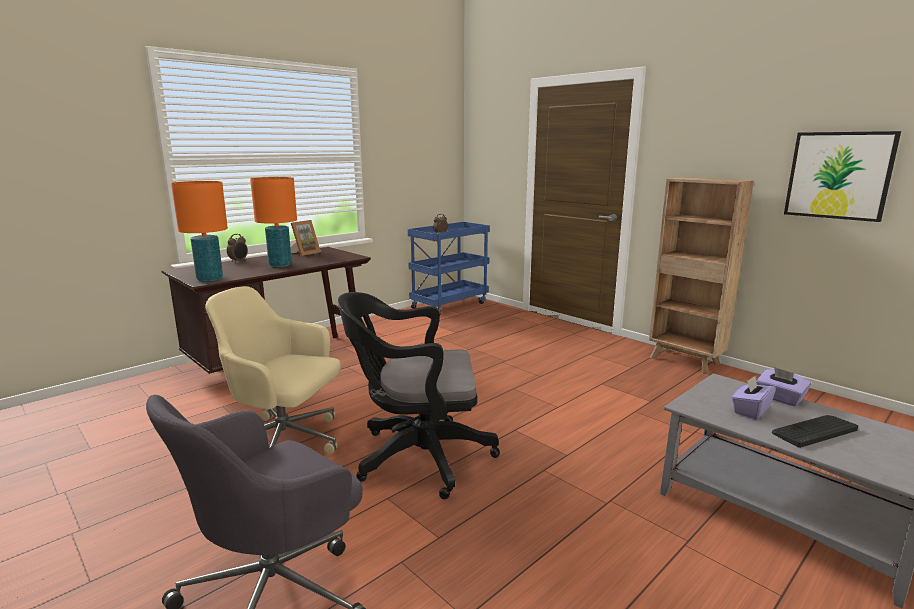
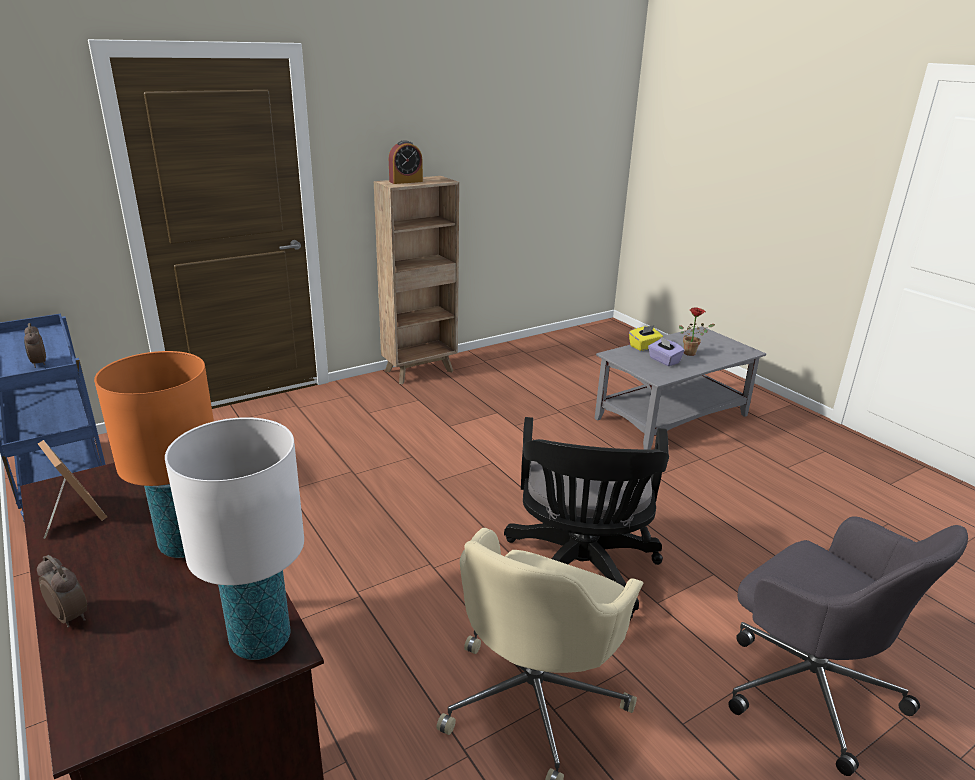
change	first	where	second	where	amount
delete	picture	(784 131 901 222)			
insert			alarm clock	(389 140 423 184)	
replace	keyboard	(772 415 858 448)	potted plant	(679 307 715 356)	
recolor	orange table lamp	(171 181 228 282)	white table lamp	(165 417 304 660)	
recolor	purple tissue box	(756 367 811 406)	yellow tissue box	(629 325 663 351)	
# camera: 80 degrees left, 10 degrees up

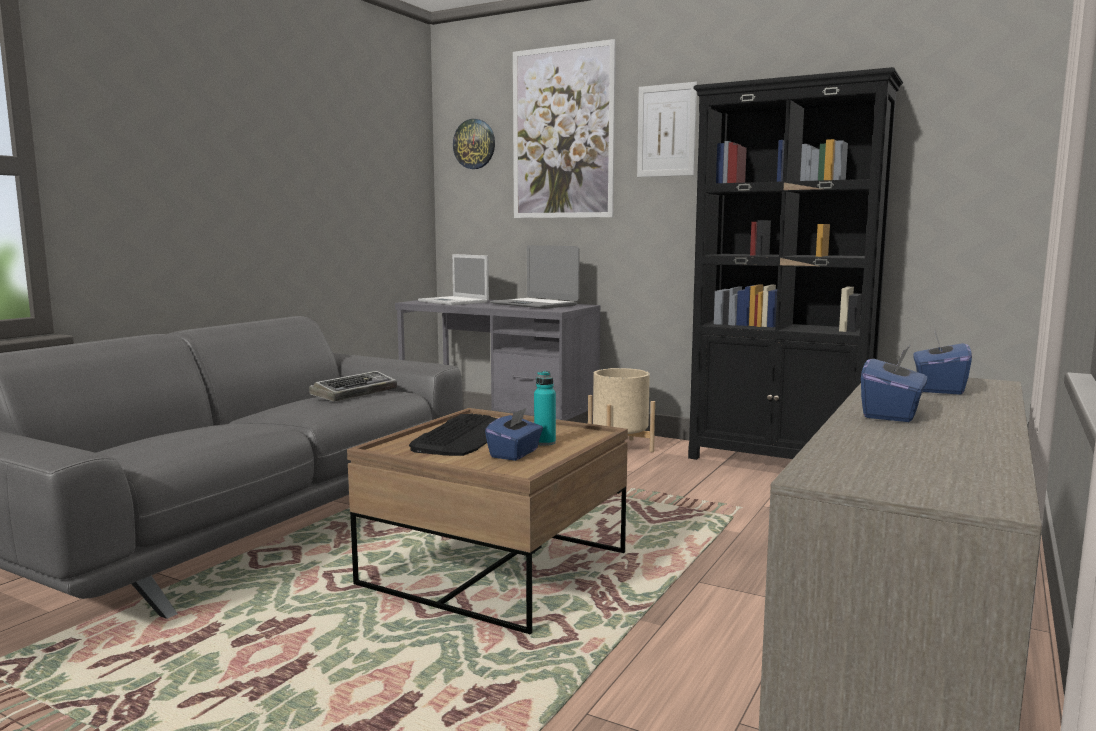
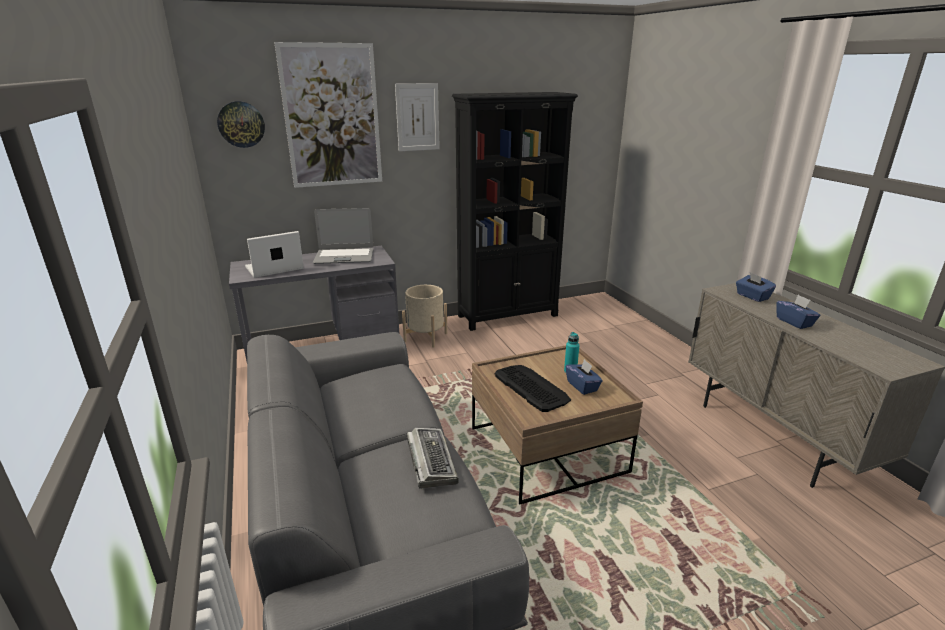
change	first	where	second	where	amount
move	keyboard	(309 371 397 402)		(407 428 459 489)	
rotate	laptop	(418 254 489 305)		(245 231 304 278)	150 degrees clockwise
# camera: 50 degrees left, 15 degrees up

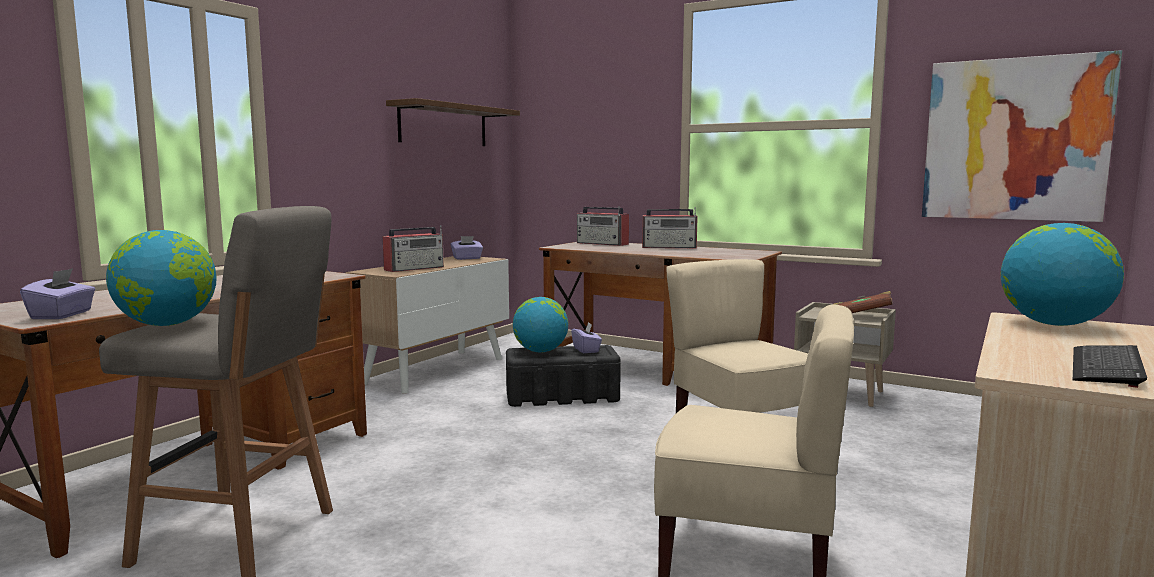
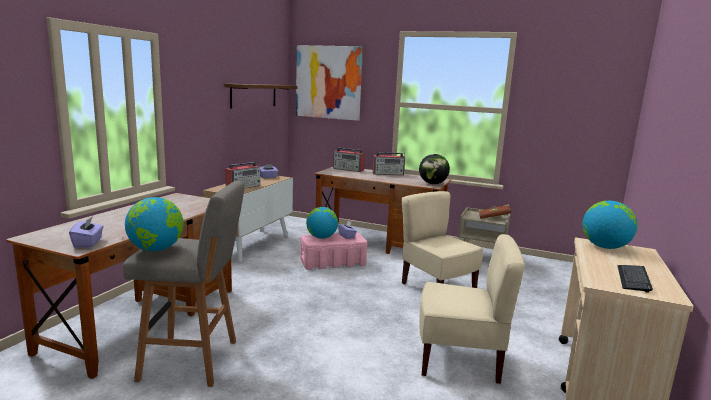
change	first	where	second	where	amount
insert			globe	(419 154 450 184)	
move	picture	(922 50 1122 222)		(296 45 363 121)	
recolor	black storage box	(506 345 621 407)	pink storage box	(300 232 367 270)	
# camera: 10 degrees left, 5 degrees up

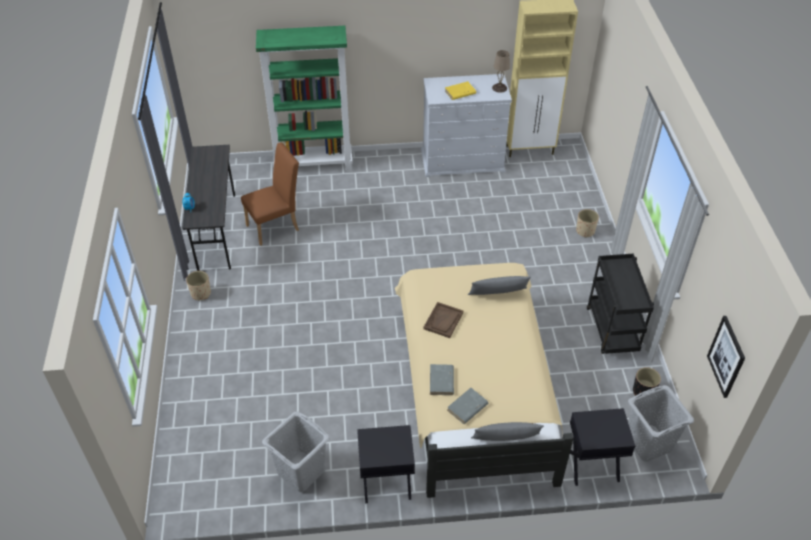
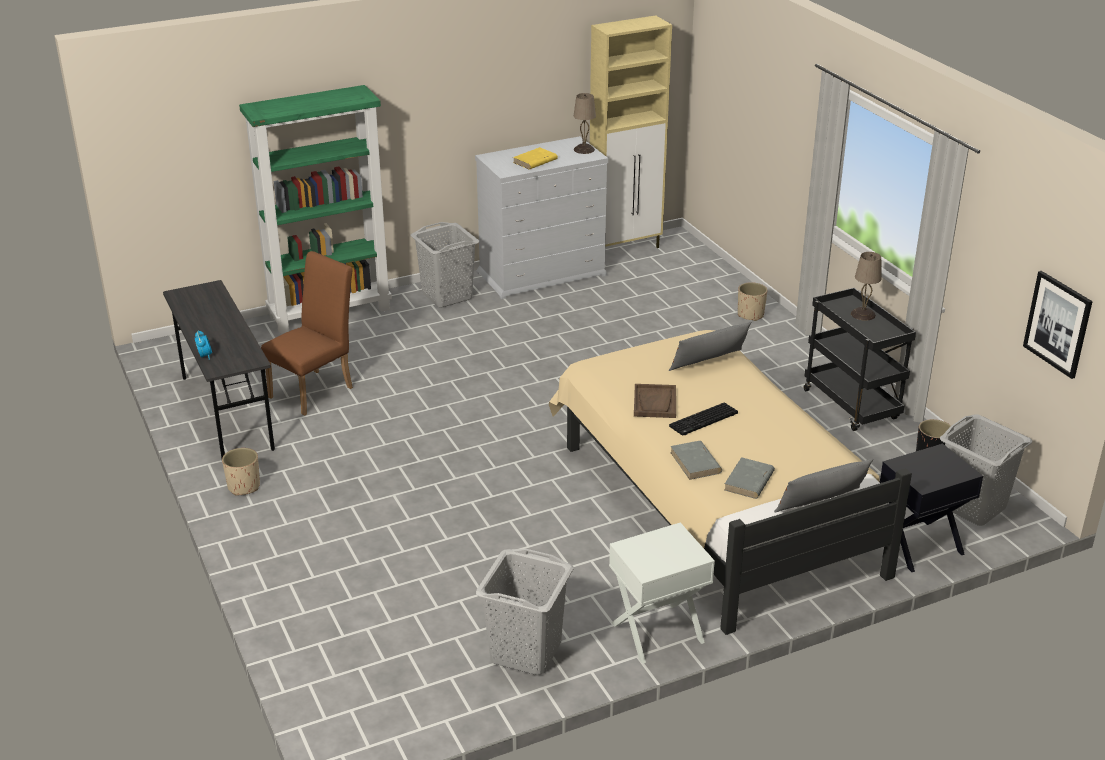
change	first	where	second	where	amount
insert			grey laundry basket	(411 222 479 308)	
insert			keyboard	(669 402 738 436)	
insert			beige table lamp	(851 252 881 321)	
recolor	black nightstand	(357 425 415 503)	white nightstand	(609 523 715 664)	
# camera: 20 degrees left, 15 degrees down

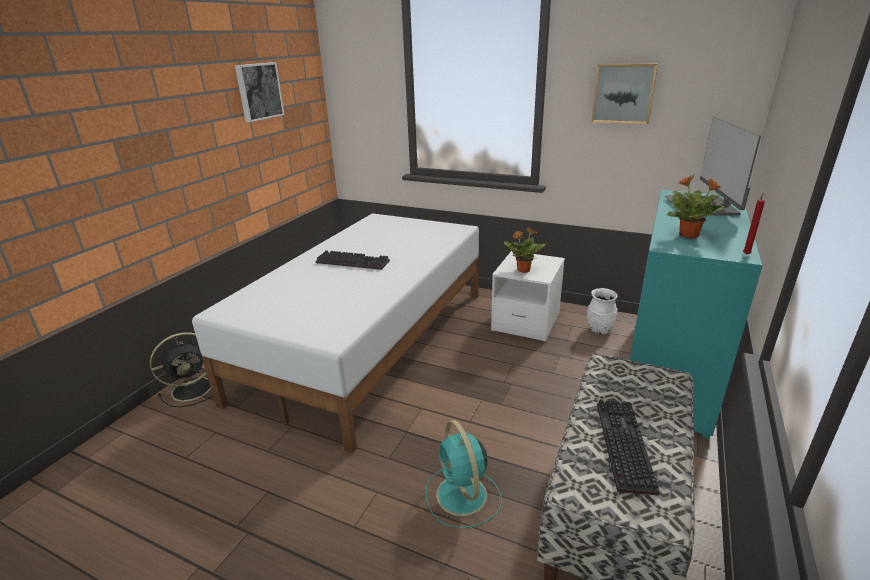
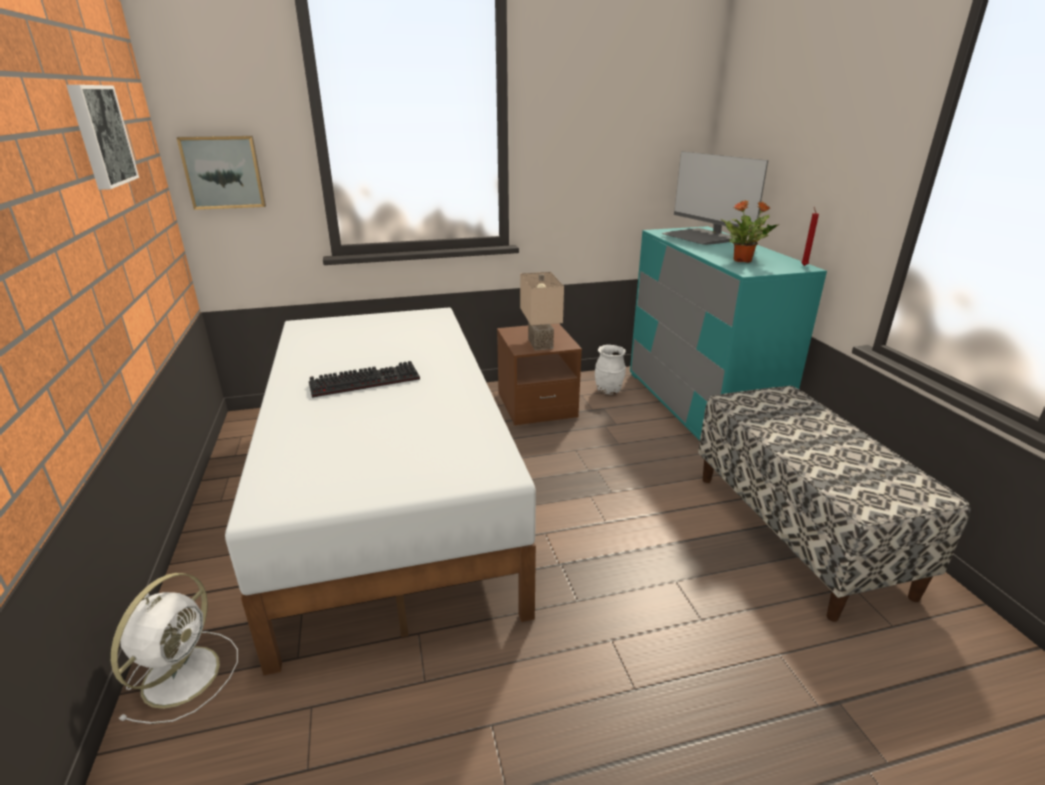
change	first	where	second	where	amount
delete	turquoise fan	(426 420 502 529)			
delete	keyboard	(597 400 660 496)			
move	picture	(591 63 658 124)		(176 136 266 210)	
replace	potted plant	(504 227 546 273)	beige table lamp	(520 272 564 350)	
recolor	black fan	(150 332 223 407)	white fan	(111 573 238 724)	
recolor	white nightstand	(491 251 565 341)	brown nightstand	(497 324 582 426)	
# camera: 40 degrees left, 0 degrees up

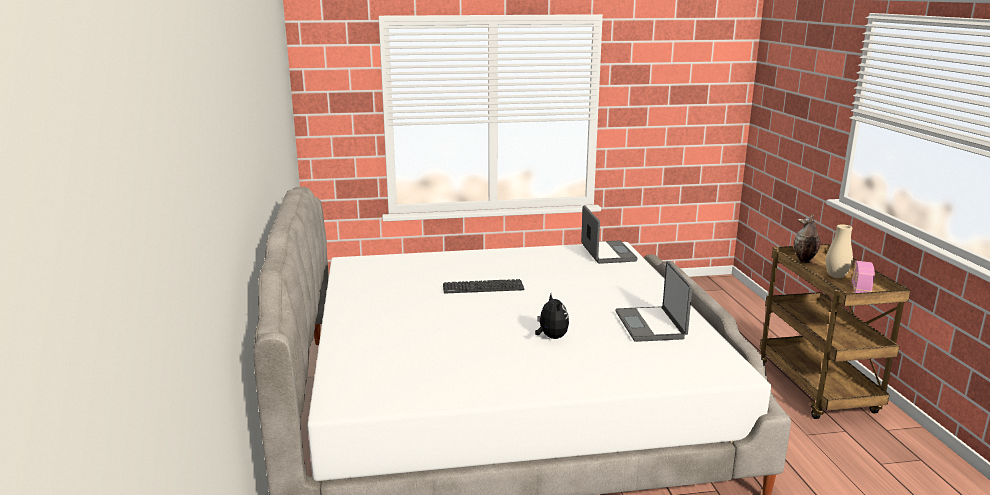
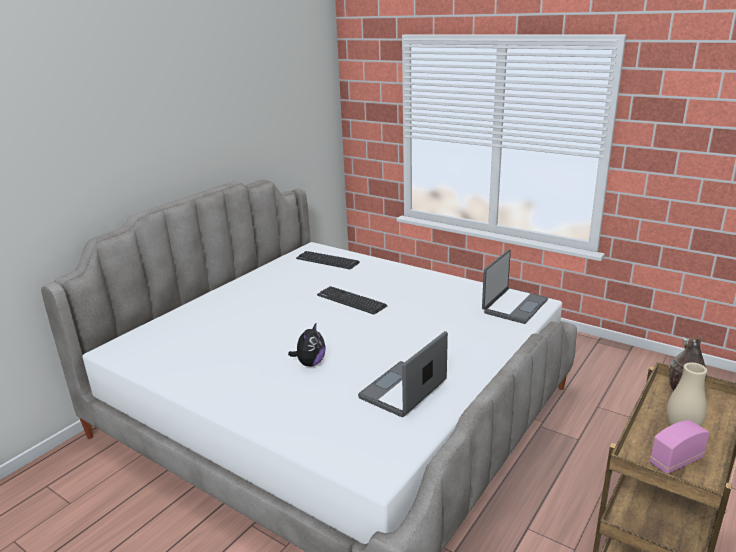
change	first	where	second	where	amount
insert			keyboard	(296 251 360 269)	
# camera: 45 degrees right, 5 degrees up

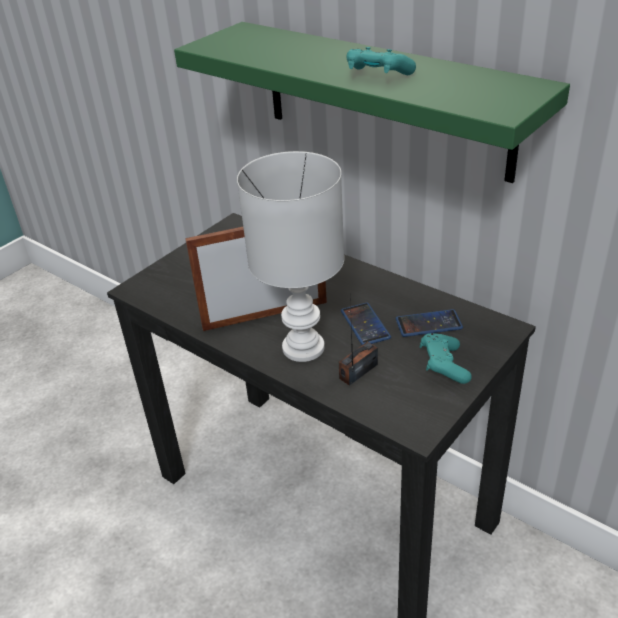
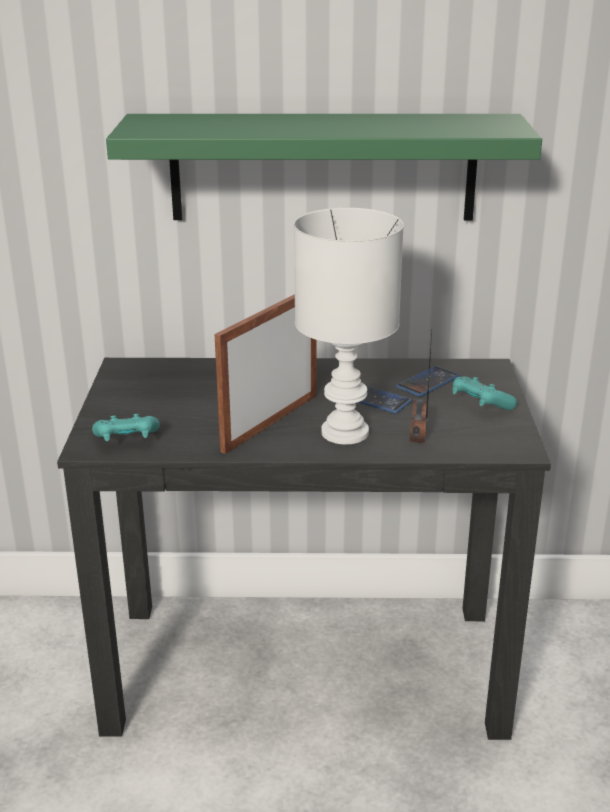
change	first	where	second	where	amount
move	turquoise game controller	(347 47 416 75)		(92 414 160 441)	
# camera: 40 degrees left, 10 degrees down

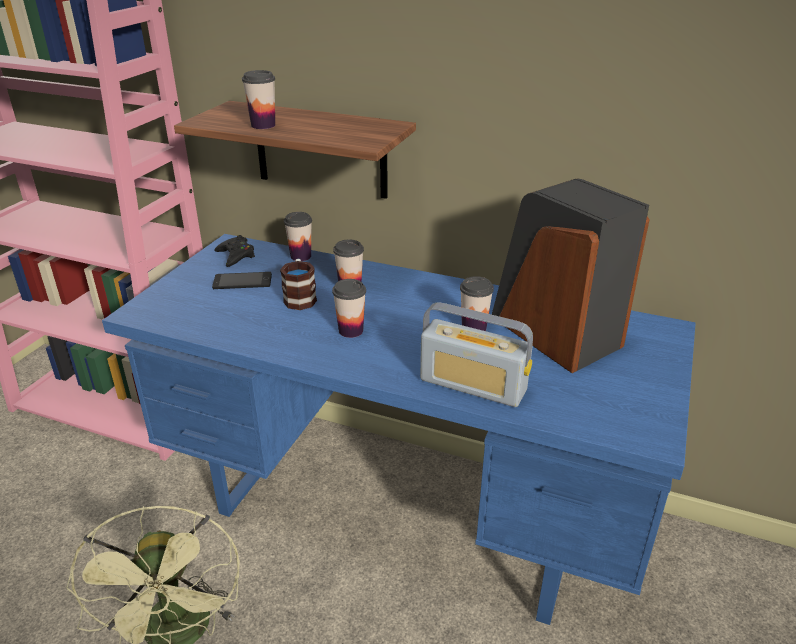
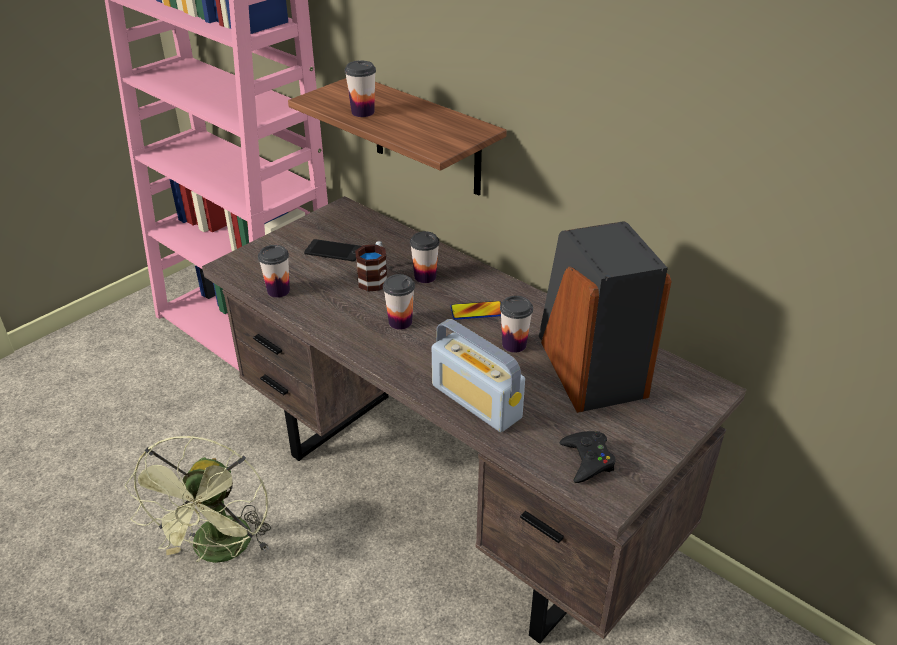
change	first	where	second	where	amount
insert			phone	(451 301 502 320)	
move	black game controller	(214 235 255 267)		(560 431 616 483)	
move	cup	(284 212 312 261)		(258 245 290 298)	
recolor	blue desk	(102 234 696 625)	brown desk	(202 196 746 644)	
# camera: 20 degrees right, 5 degrees up

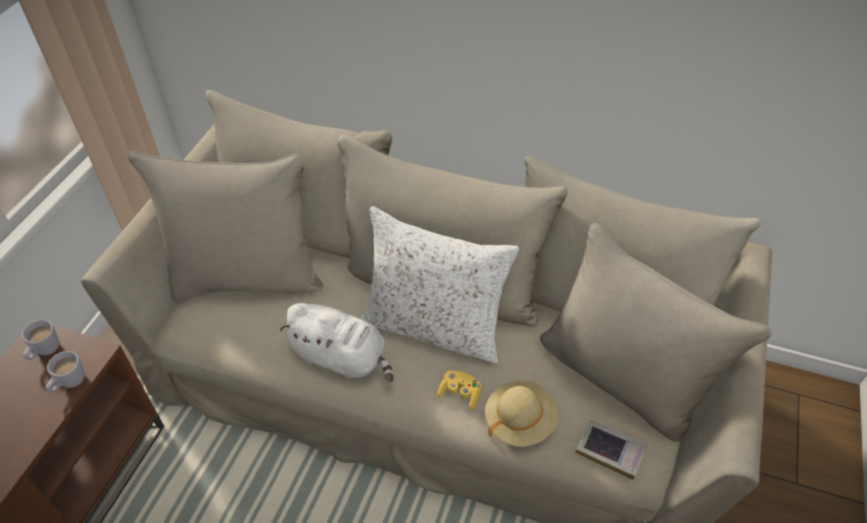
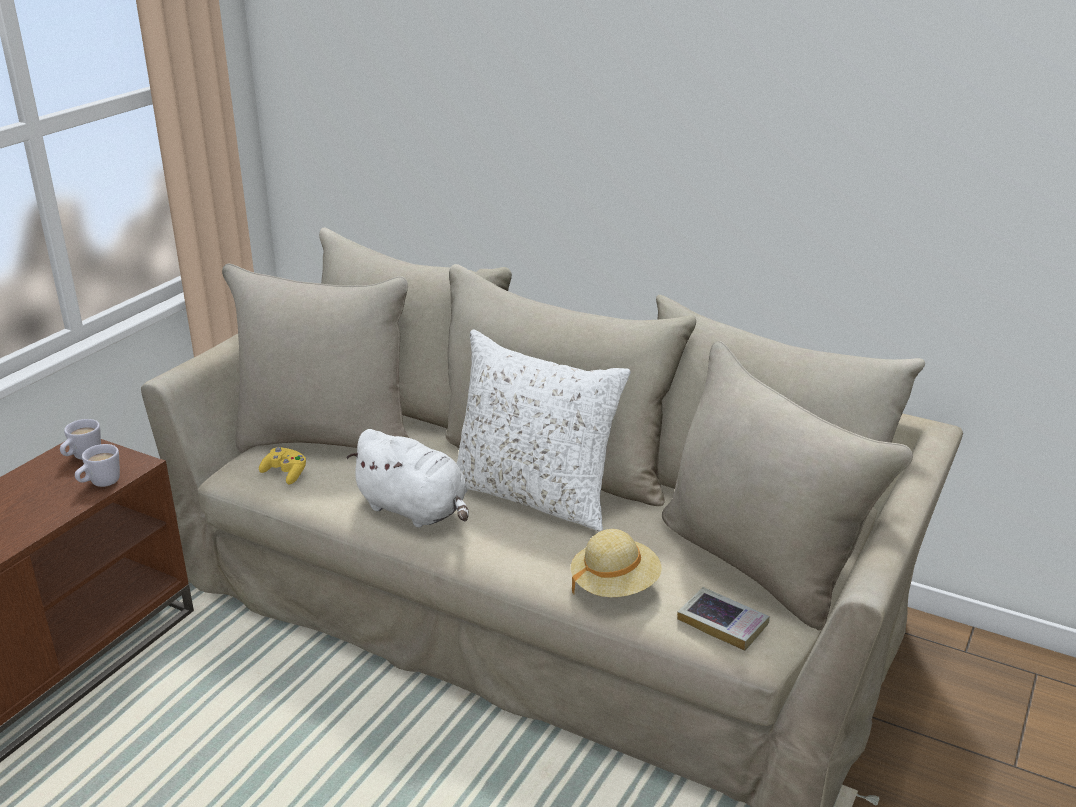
change	first	where	second	where	amount
move	yellow game controller	(437 371 481 410)		(259 447 306 484)	
# camera: 10 degrees right, 20 degrees down

